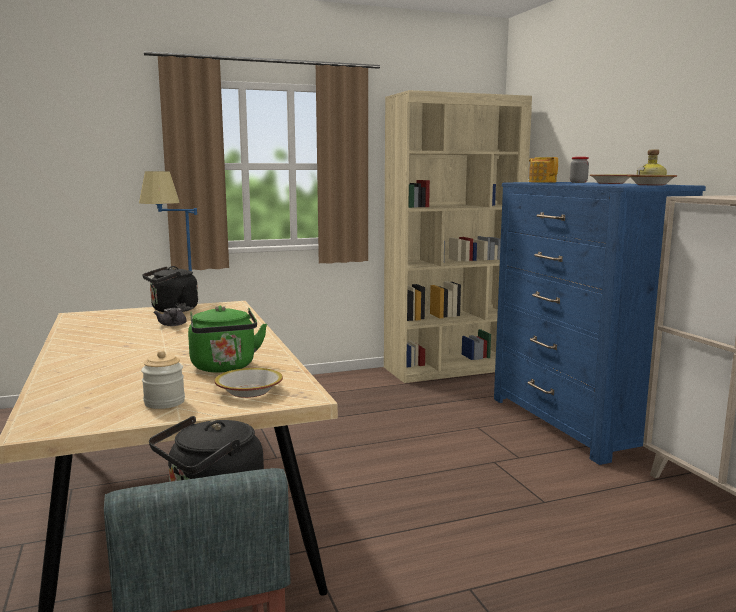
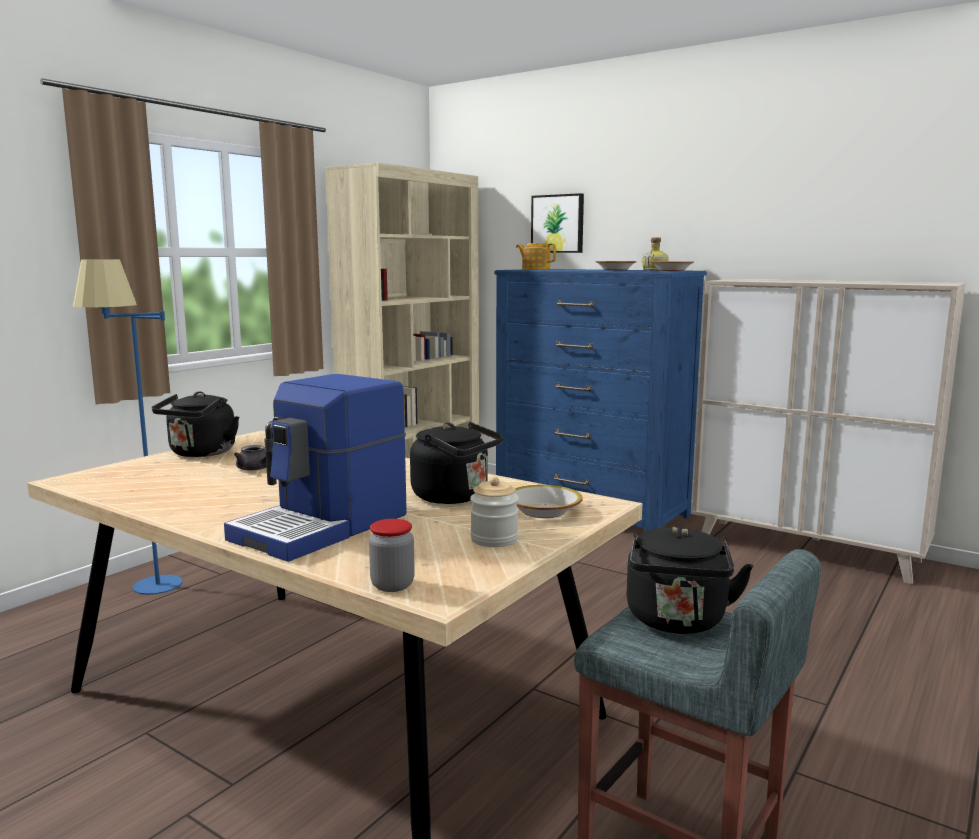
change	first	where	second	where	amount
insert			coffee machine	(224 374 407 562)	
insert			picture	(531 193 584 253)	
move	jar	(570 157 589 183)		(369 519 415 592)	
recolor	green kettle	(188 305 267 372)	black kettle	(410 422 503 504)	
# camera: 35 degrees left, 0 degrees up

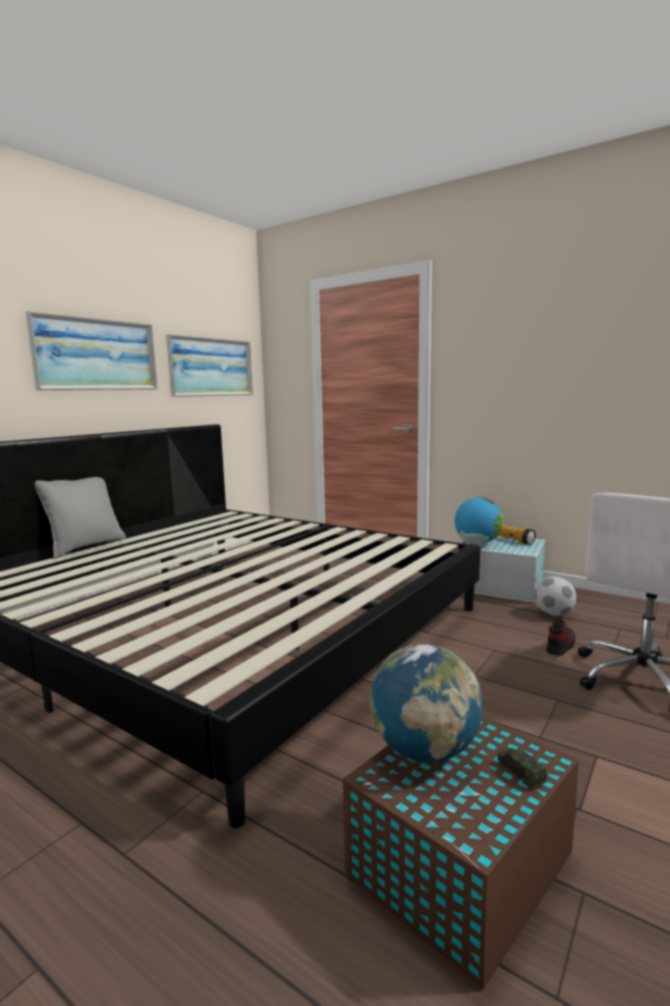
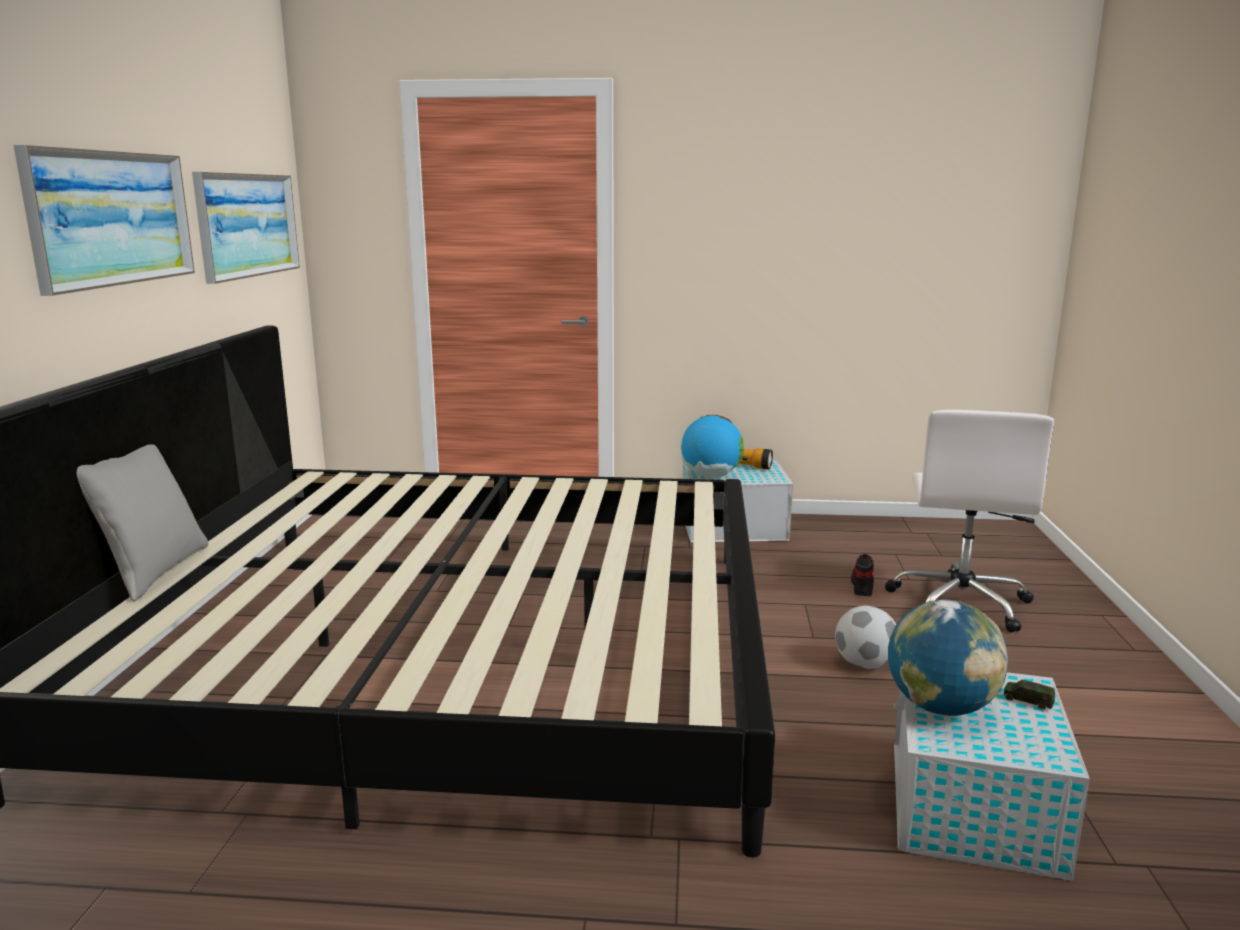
change	first	where	second	where	amount
move	football	(534 576 576 616)		(835 606 896 669)	
recolor	brown storage box	(343 717 579 989)	white storage box	(894 672 1090 881)	
# camera: 30 degrees left, 5 degrees up

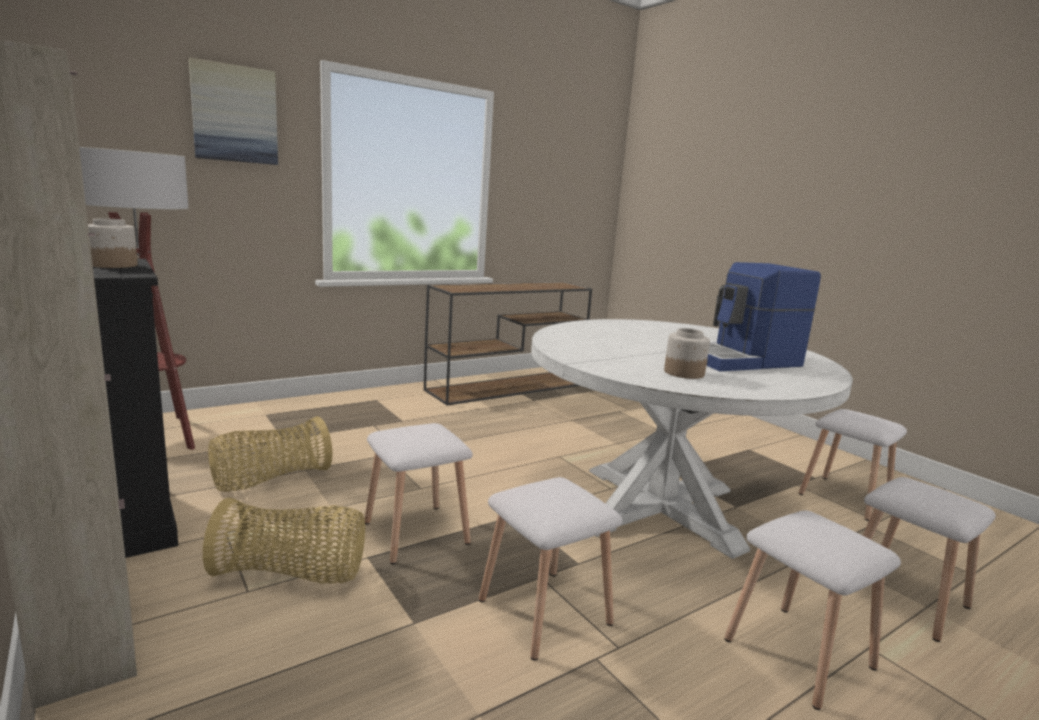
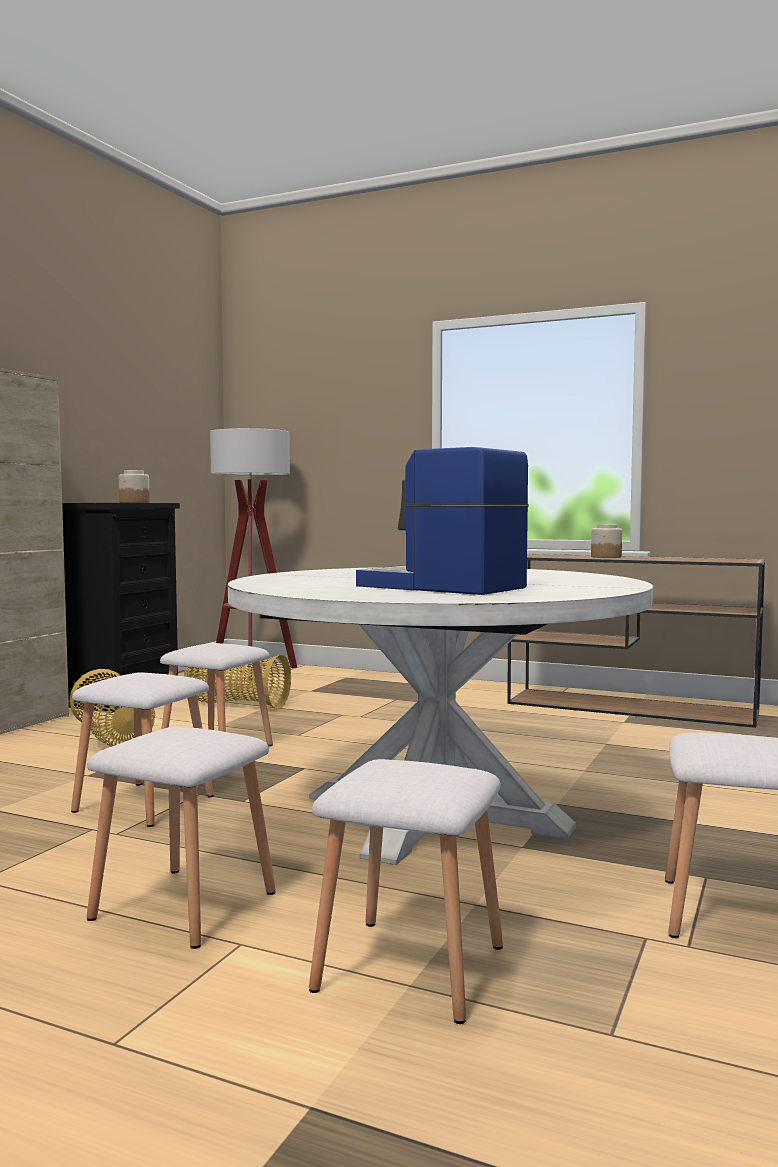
change	first	where	second	where	amount
delete	picture	(189 57 278 165)			
move	jar	(664 328 710 379)		(591 524 622 558)	
# camera: 60 degrees right, 10 degrees down

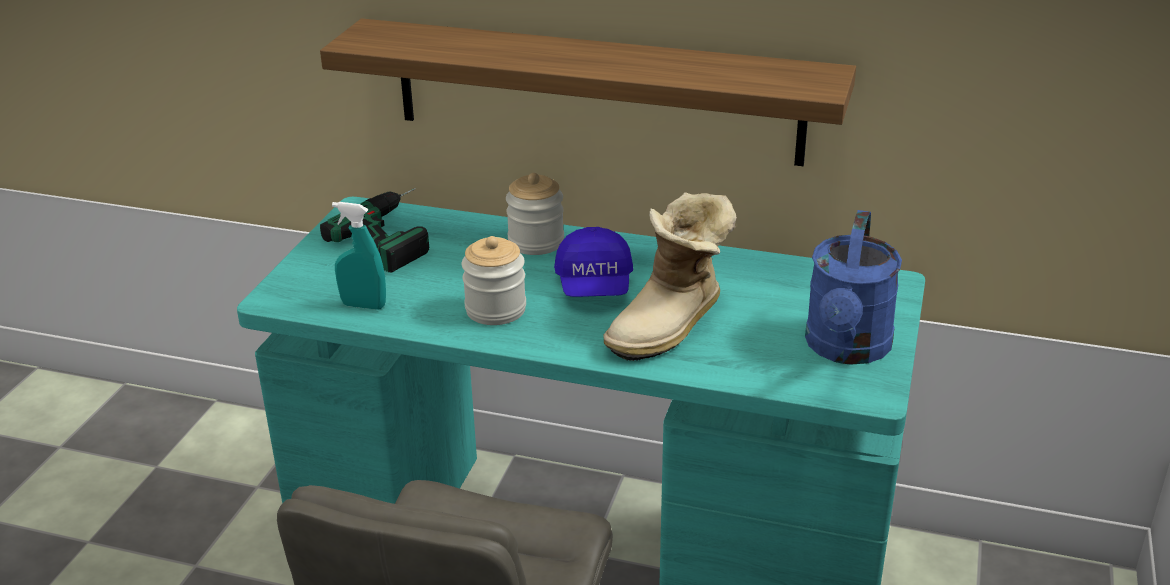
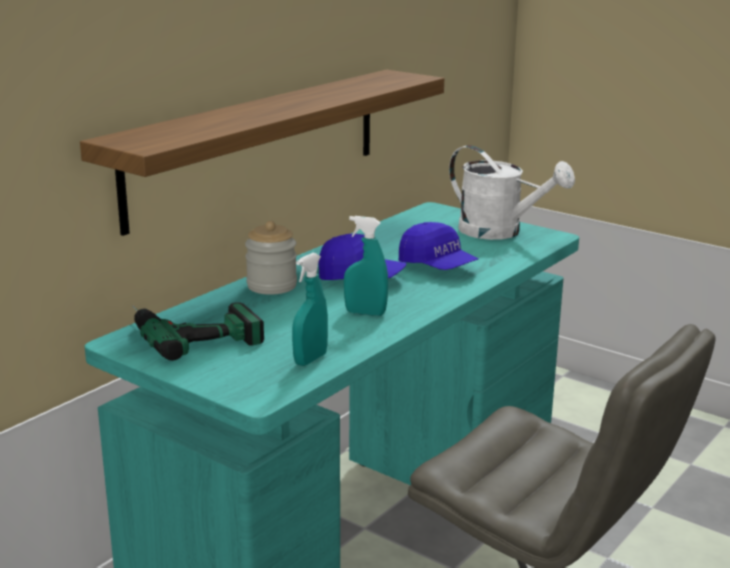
change	first	where	second	where	amount
replace	jar	(462 236 526 325)	turquoise spray bottle	(344 216 388 316)	
replace	boot	(603 192 737 361)	blue cap	(399 222 479 270)	
recolor	blue watering can	(805 210 902 364)	white watering can	(449 145 575 240)	
# camera: 70 degrees left, 10 degrees down

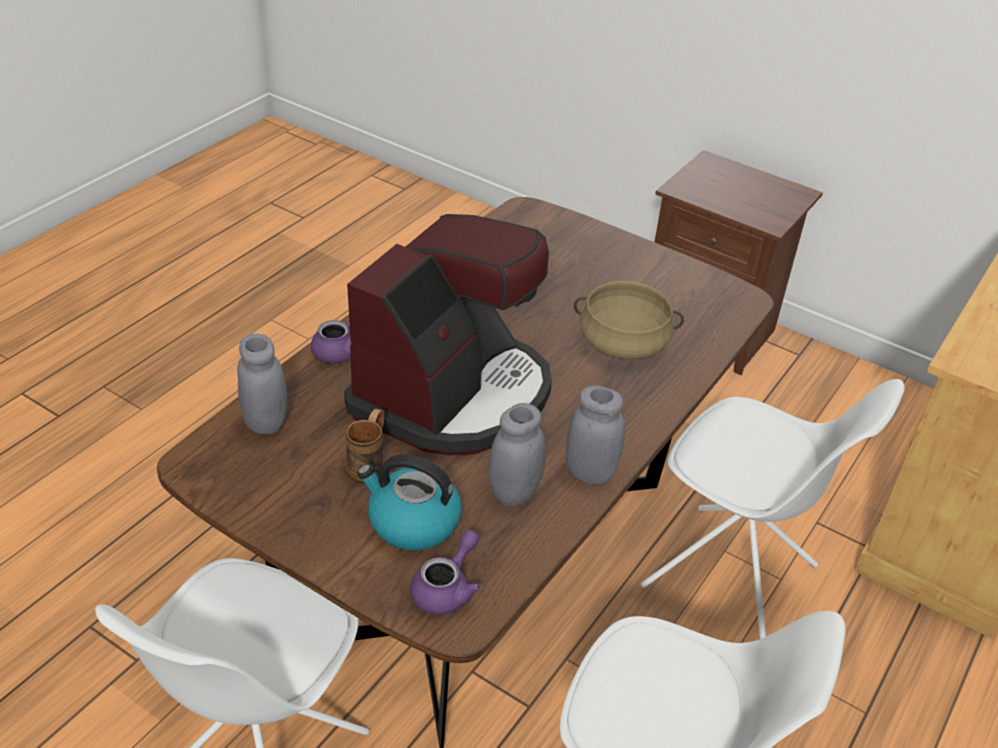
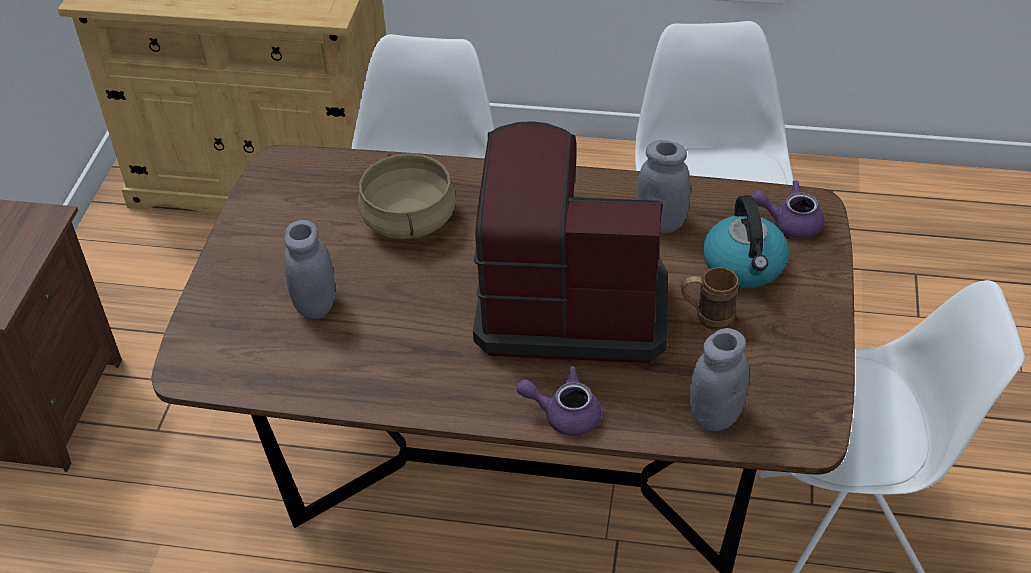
change	first	where	second	where	amount
move	grey jar	(565 385 625 485)		(284 220 335 319)	
# camera: 110 degrees left, 5 degrees up

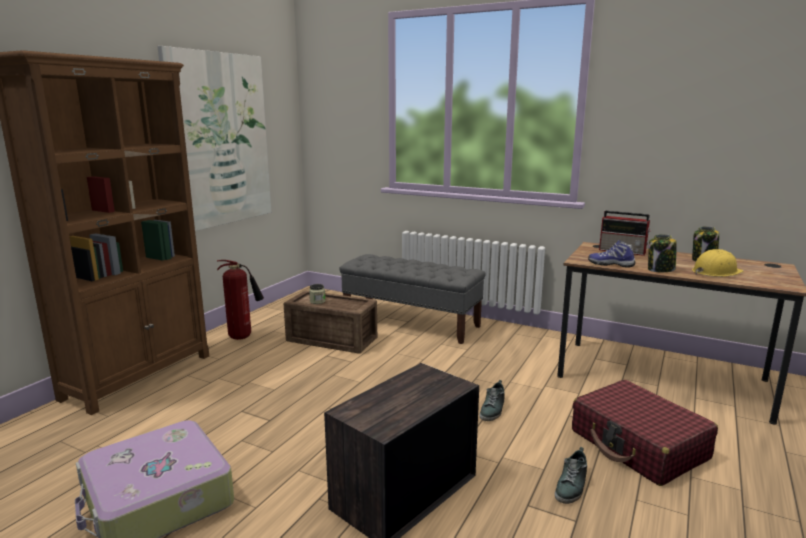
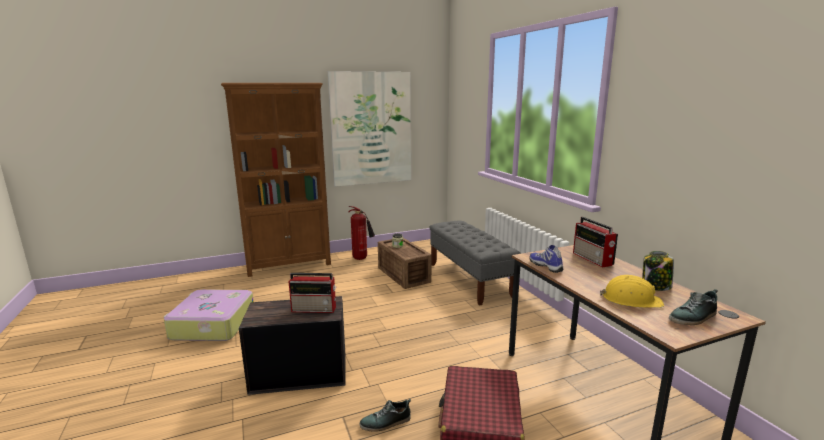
change	first	where	second	where	amount
delete	jar	(648 234 677 272)			
insert			radio	(289 273 337 313)	
move	shoe	(480 380 505 421)		(669 289 718 325)	
# camera: 40 degrees right, 0 degrees up

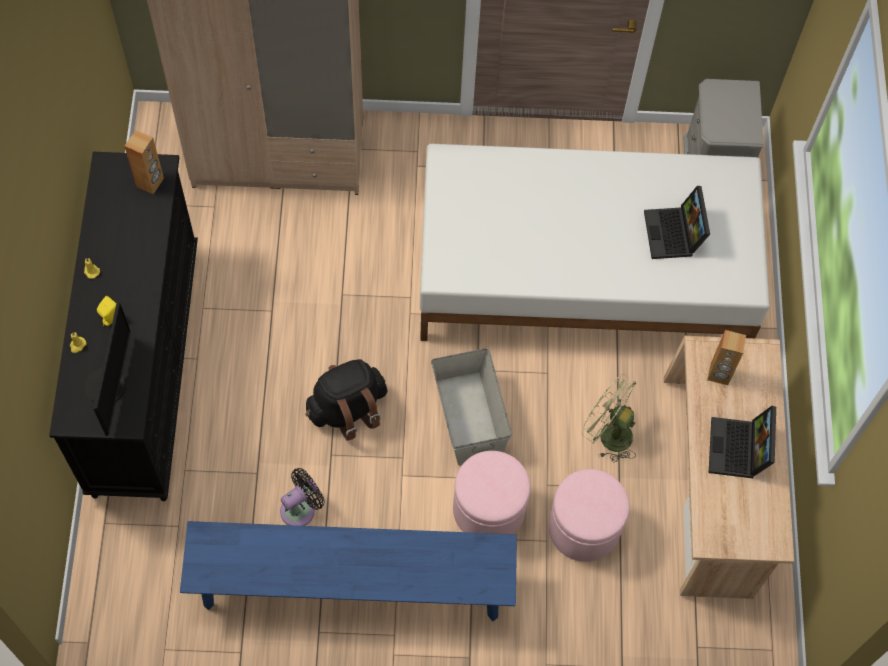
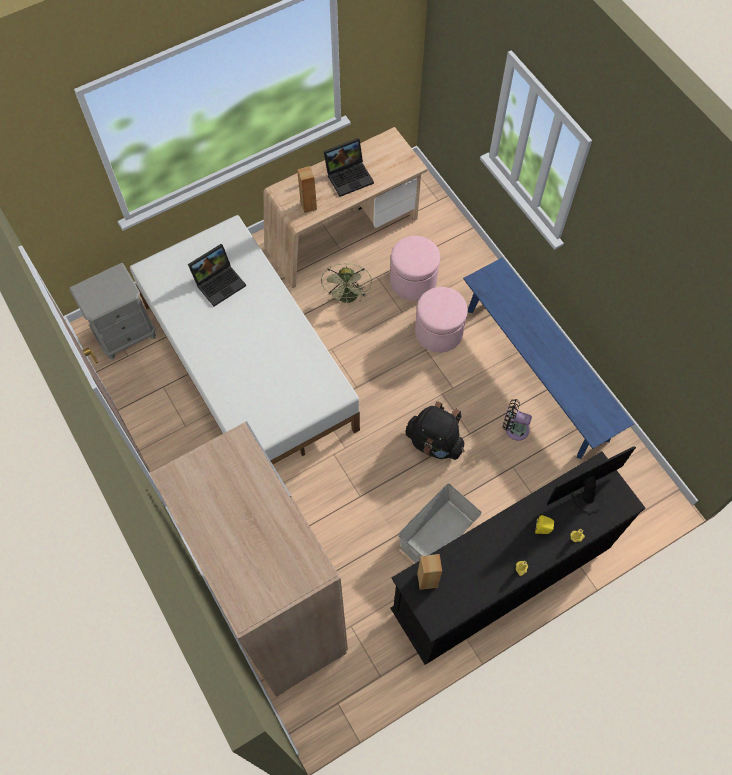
change	first	where	second	where	amount
move	grey storage box	(431 348 512 466)		(399 483 482 563)	
# camera: 120 degrees left, 0 degrees up

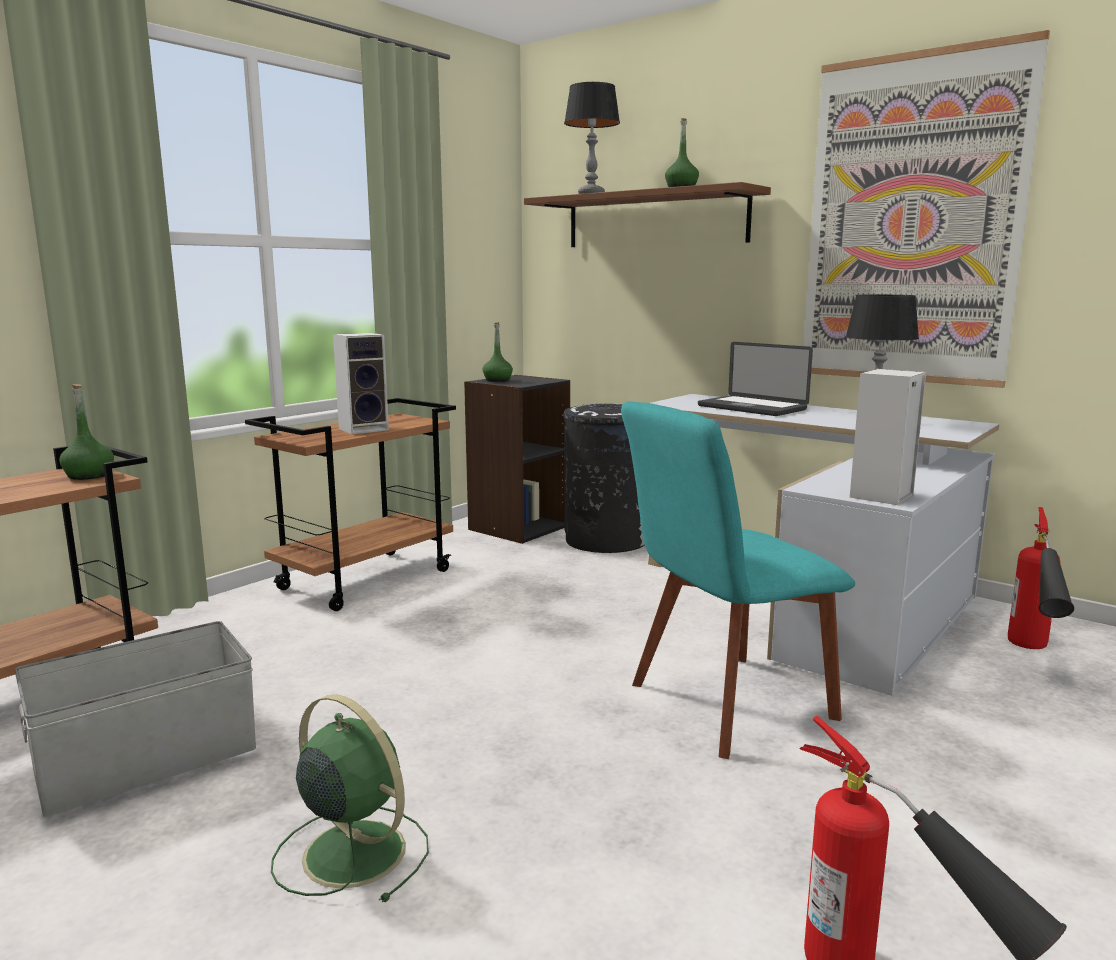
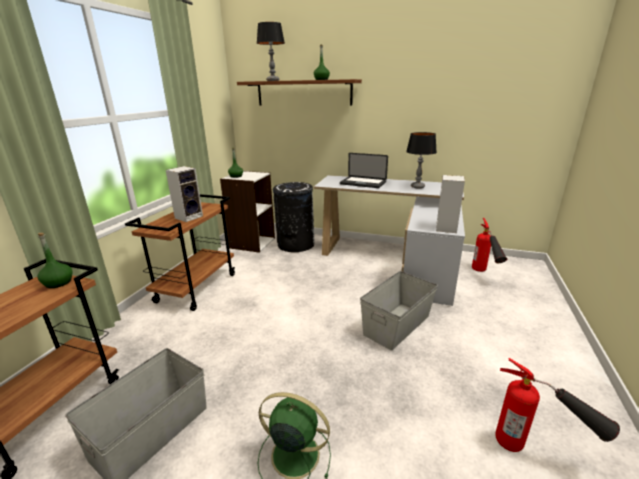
change	first	where	second	where	amount
delete	picture	(803 30 1050 388)			
replace	turquoise chair	(621 401 855 759)	grey storage box	(360 271 438 350)	
recolor	black bookcase	(464 375 570 544)	white bookcase	(220 171 275 253)	
# camera: 20 degrees left, 10 degrees up

